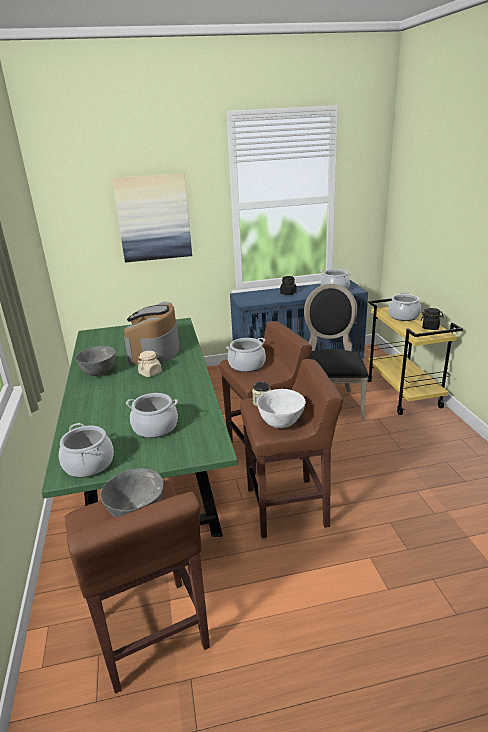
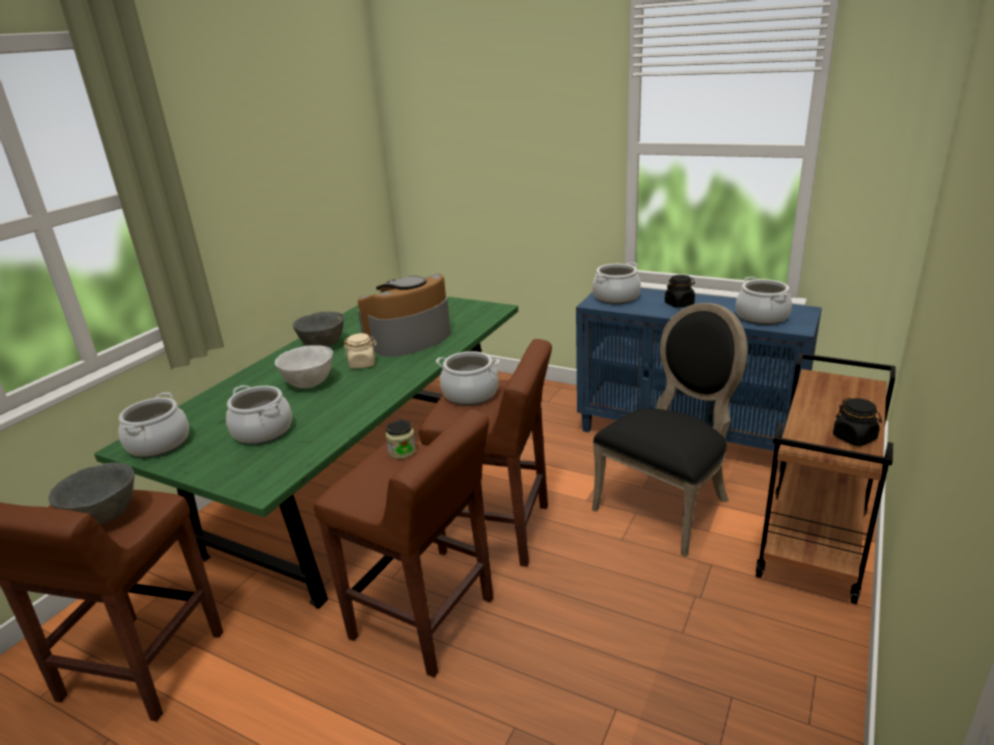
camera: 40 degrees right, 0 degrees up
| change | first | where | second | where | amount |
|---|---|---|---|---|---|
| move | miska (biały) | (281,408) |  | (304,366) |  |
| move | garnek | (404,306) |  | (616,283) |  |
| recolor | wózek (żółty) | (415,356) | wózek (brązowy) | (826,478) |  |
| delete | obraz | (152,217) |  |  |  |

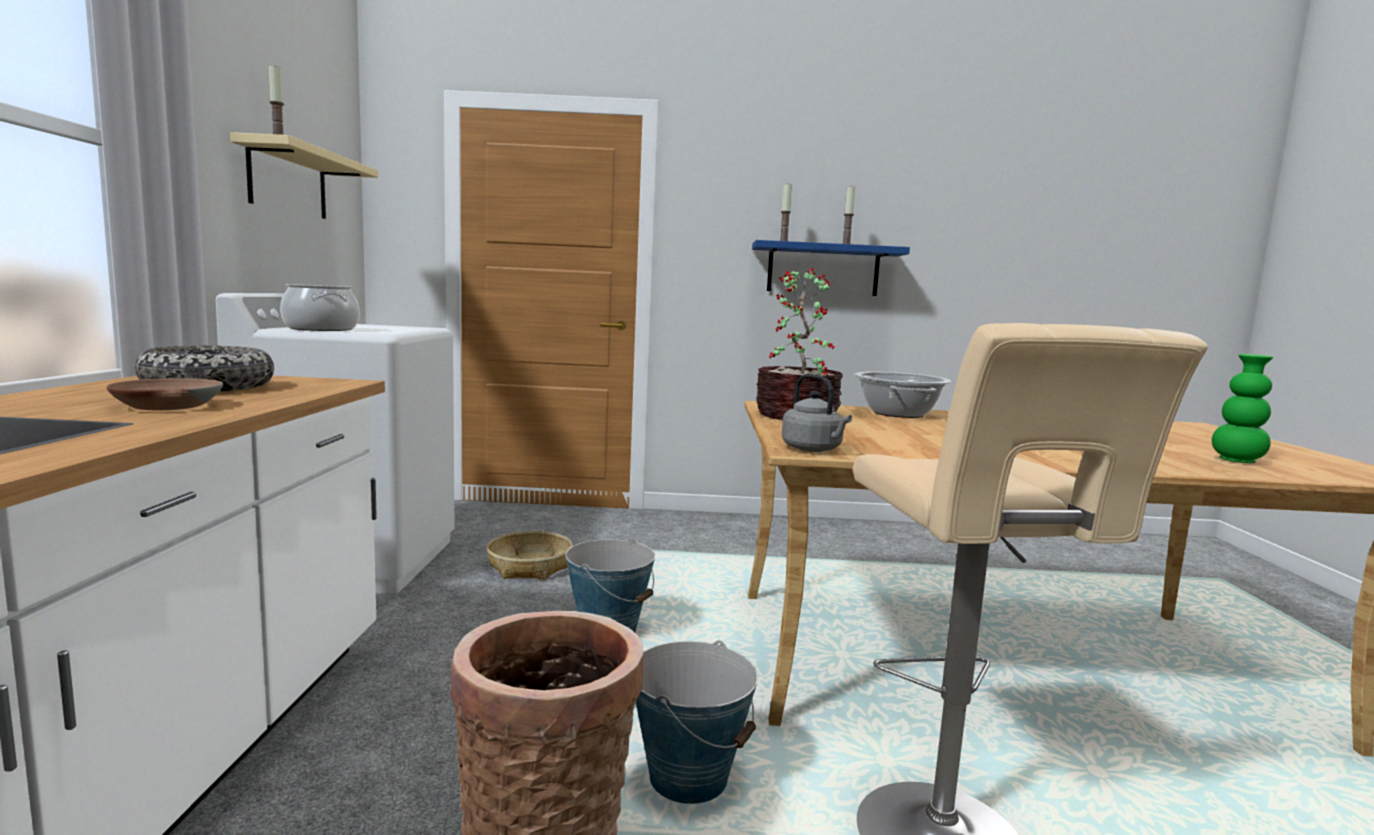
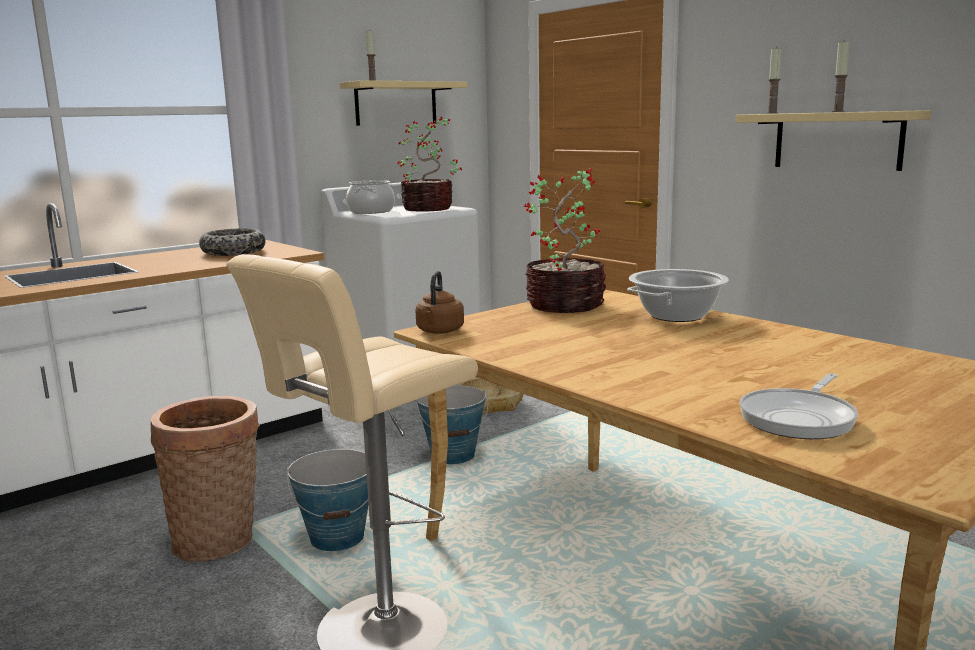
camera: 50 degrees right, 5 degrees up
| change | first | where | second | where | amount |
|---|---|---|---|---|---|
| insert |  |  | roślina doniczkowa | (430,164) |  |
| recolor | czajnik (szary) | (817,413) | czajnik (brązowy) | (439,302) |  |
| recolor | półka (niebieski) | (831,268) | półka (beżowy) | (833,140) |  |
| replace | wazon (zielony) | (1242,408) | patelnia | (798,406) |  |
| delete | miska (brązowy) | (164,394) |  |  |  |

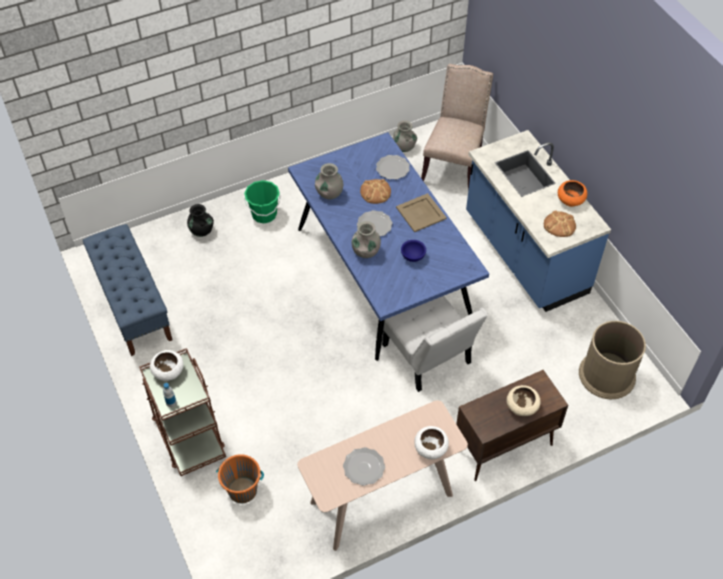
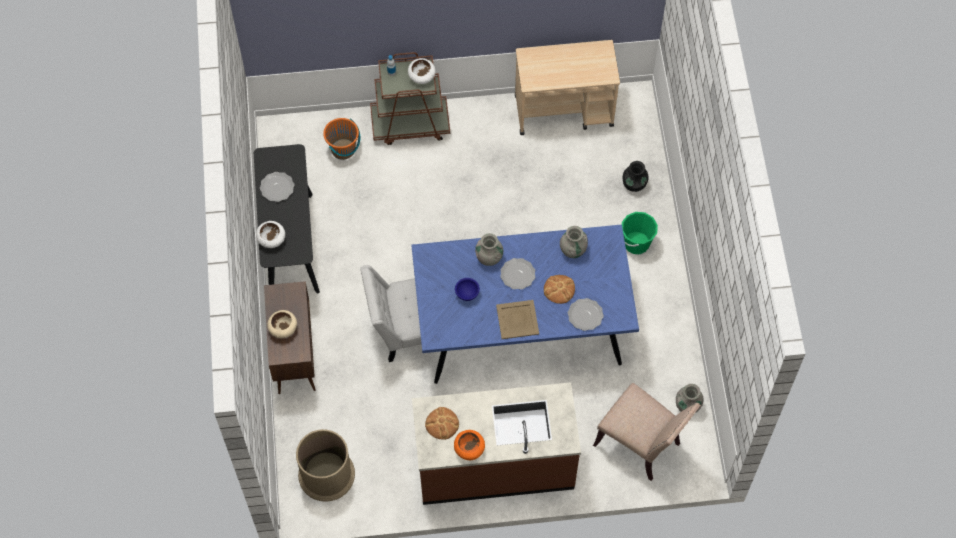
camera: 110 degrees right, 10 degrees up
| change | first | where | second | where | amount |
|---|---|---|---|---|---|
| recolor | stolik konsolowy (beżowy) | (382,475) | stolik konsolowy (czarny) | (287,219) |  |
| recolor | zabudowa kuchenna (niebieski) | (538,221) | zabudowa kuchenna (brązowy) | (496,443) |  |
| replace | ławka (niebieski) | (127,290) | wózek (beżowy) | (567,87) |  |

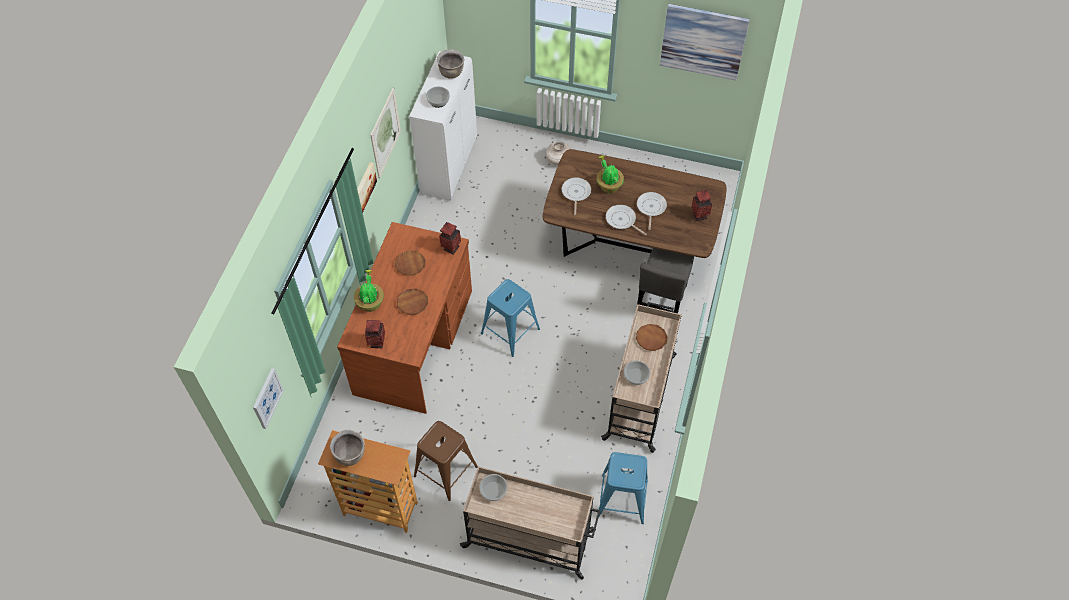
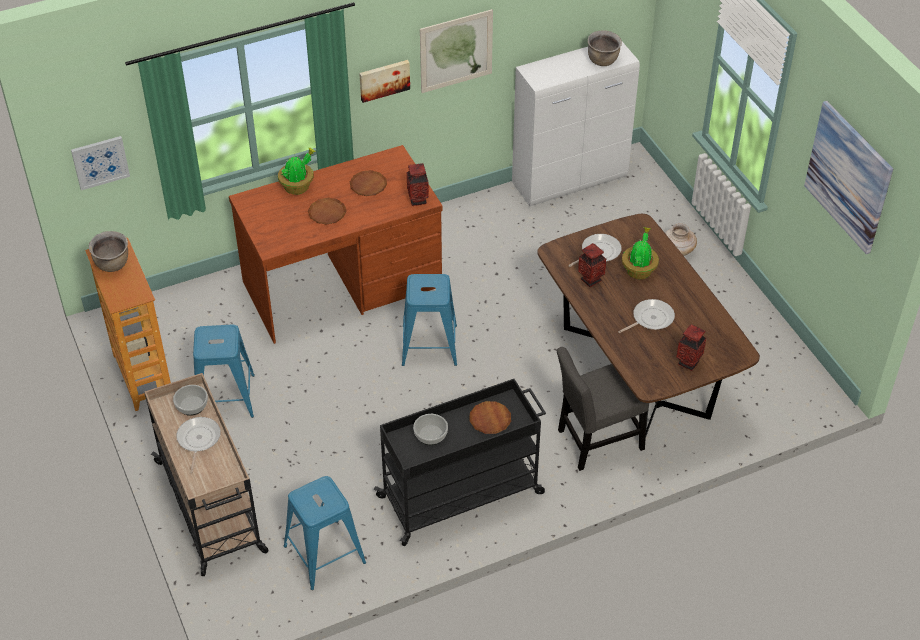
camera: 50 degrees right, 10 degrees down
| change | first | where | second | where | amount |
|---|---|---|---|---|---|
| move | patelnia | (626,220) |  | (198,445) |  |
| recolor | stołek (brązowy) | (446,461) | stołek (niebieski) | (224,371) |  |
| recolor | wózek (beżowy) | (641,377) | wózek (czarny) | (460,462) |  |
| move | wazon | (375,334) |  | (592,265) |  |
| delete | miska | (438,97) |  |  |  |

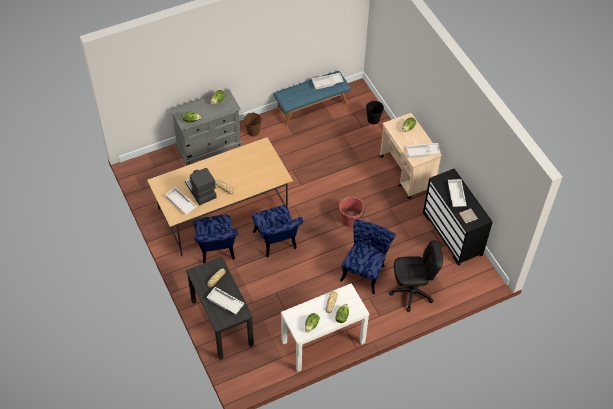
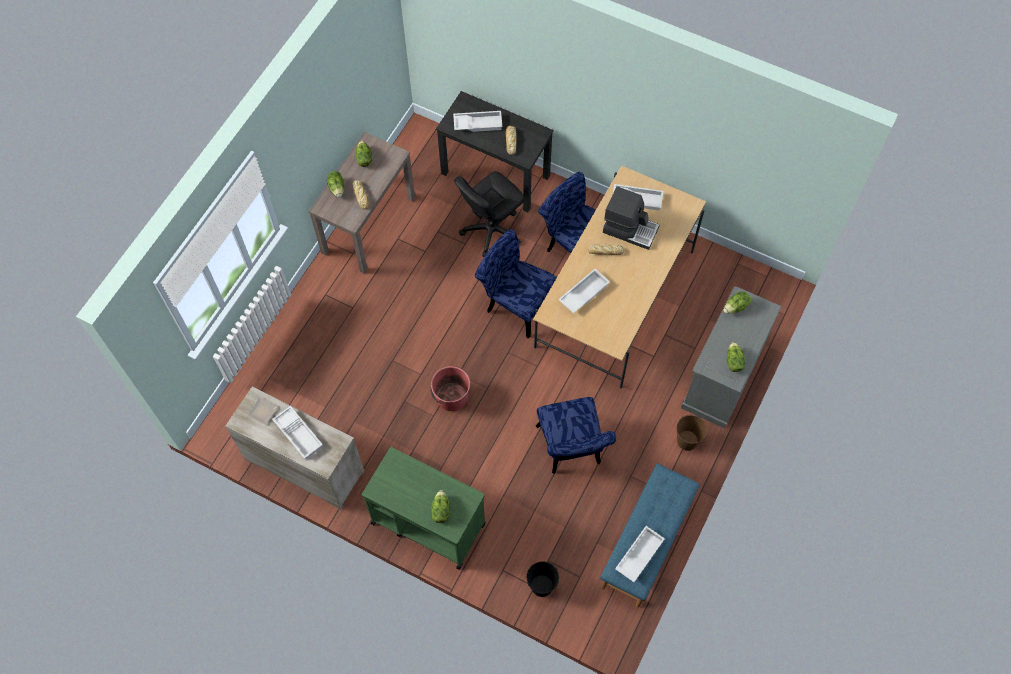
camera: 145 degrees right, 10 degrees up
| change | first | where | second | where | amount |
|---|---|---|---|---|---|
| recolor | komoda (czarny) | (458,217) | komoda (beżowy) | (295,448) |  |
| recolor | stolik konsolowy (biały) | (325,327) | stolik konsolowy (brązowy) | (362,203) |  |
| recolor | wózek (beżowy) | (410,156) | wózek (zielony) | (423,508) |  |
| move | krzesło biurowe (czarny) | (416,276) |  | (489,214) |  |
| move | krzesło (niebieski) | (368,257) |  | (576,435) |  |
| move | taca (biały) | (423,150) |  | (584,291) |  |

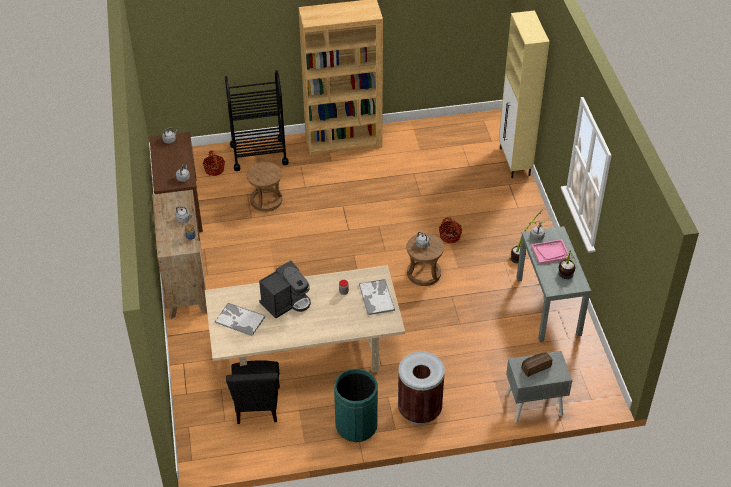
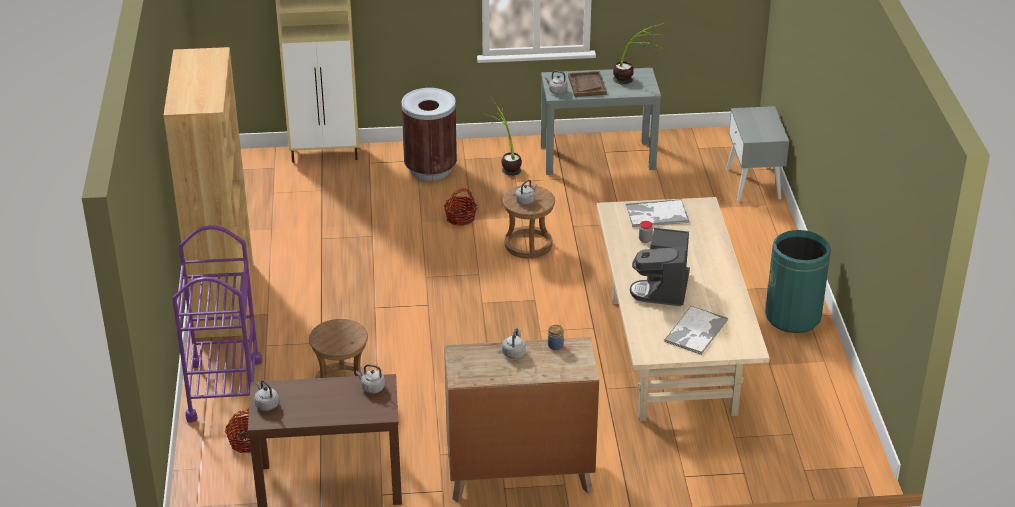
camera: 85 degrees left, 10 degrees down
| change | first | where | second | where | amount |
|---|---|---|---|---|---|
| recolor | wózek (czarny) | (257,120) | wózek (fioletowy) | (217,324) |  |
| move | kosz na śmieci (brązowy) | (421,388) |  | (429,134) |  |
| recolor | taca (różowy) | (550,252) | taca (brązowy) | (587,84) |  |
| rotate | ekspres do kawy | (285,289) |  | (660,267) | 135 degrees counterclockwise |
| delete | krzesło (czarny) | (253,392) |  |  |  |
| delete | chleb | (536,364) |  |  |  |

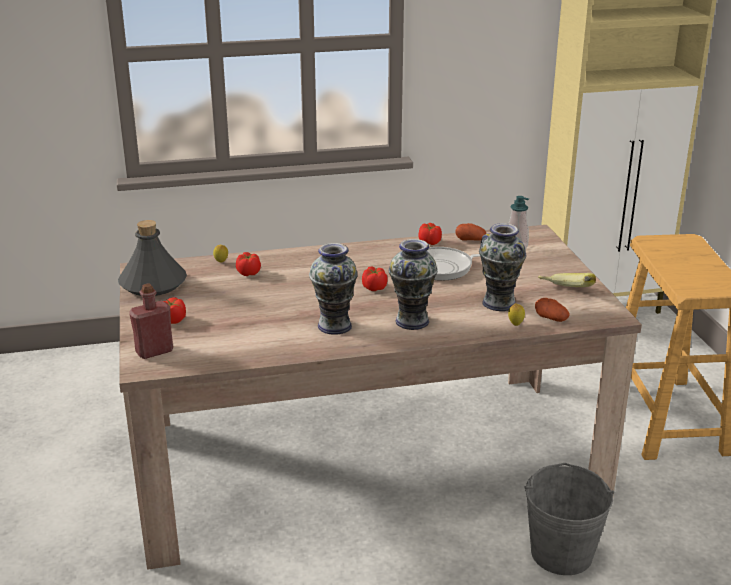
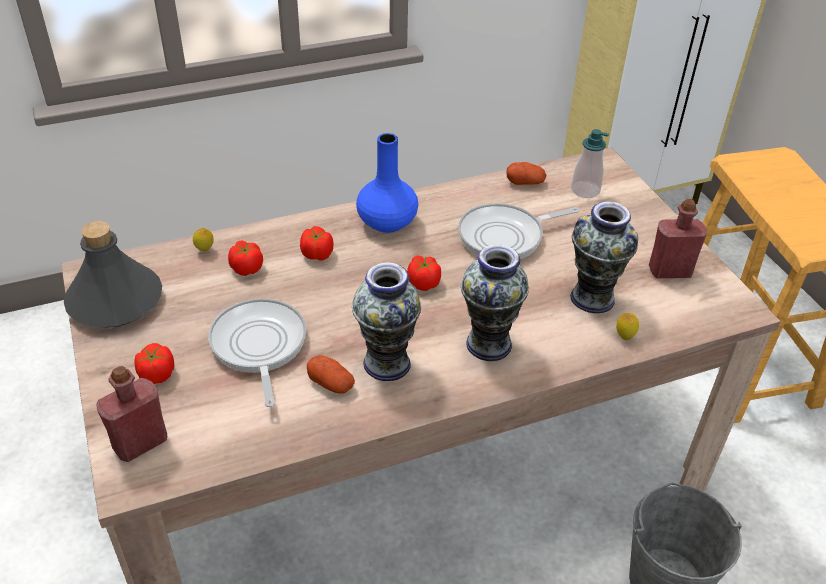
camera: 10 degrees left, 15 degrees up
| change | first | where | second | where | amount |
|---|---|---|---|---|---|
| insert |  |  | patelnia | (257,352) |  |
| move | pomidor | (430,234) |  | (316,243) |  |
| move | ziemniak | (552,310) |  | (331,374) |  |
| insert |  |  | wazon (niebieski) | (387,183) |  |
| replace | banan | (567,280) | butelka (czerwony) | (678,238) |  |

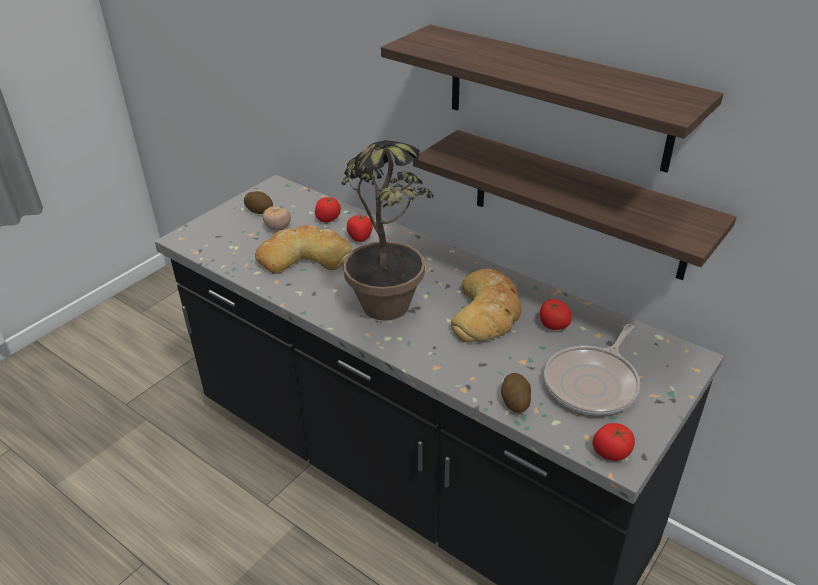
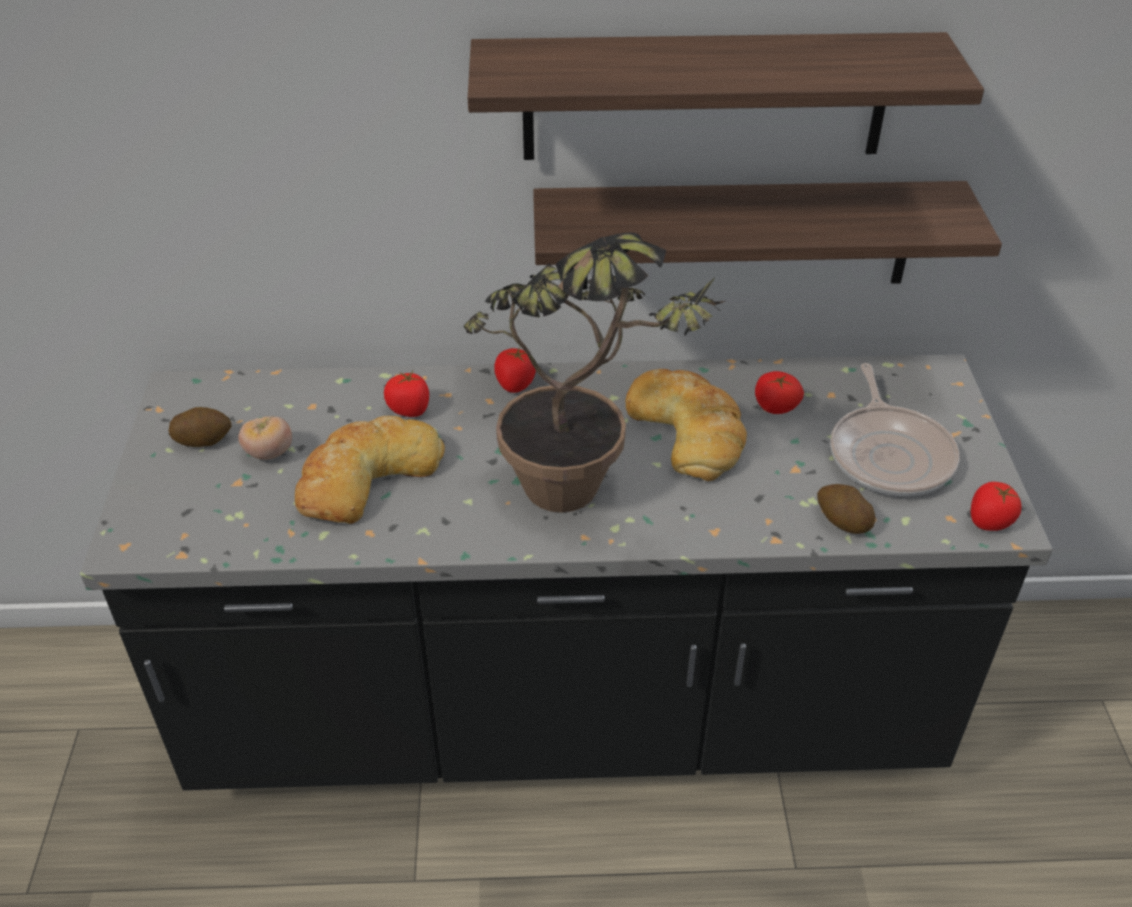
camera: 40 degrees left, 5 degrees up
| change | first | where | second | where | amount |
|---|---|---|---|---|---|
| move | pomidor | (328,209) |  | (515,370) |  |

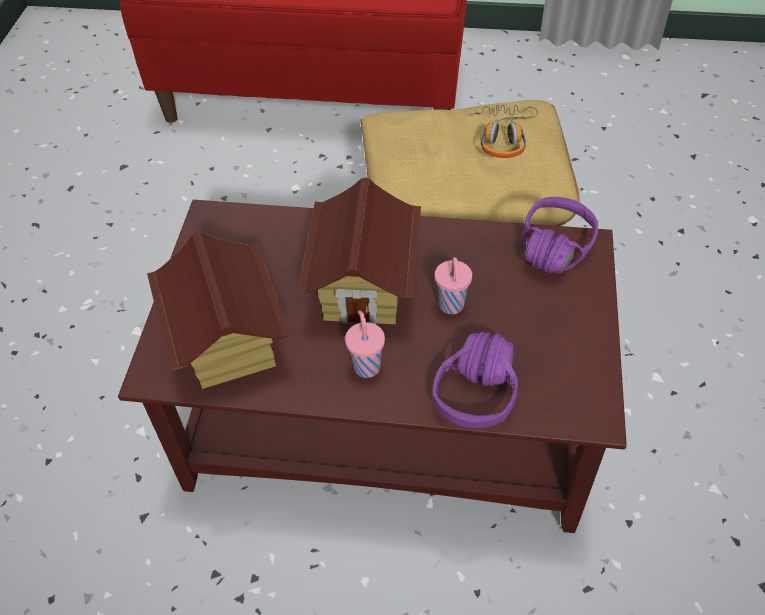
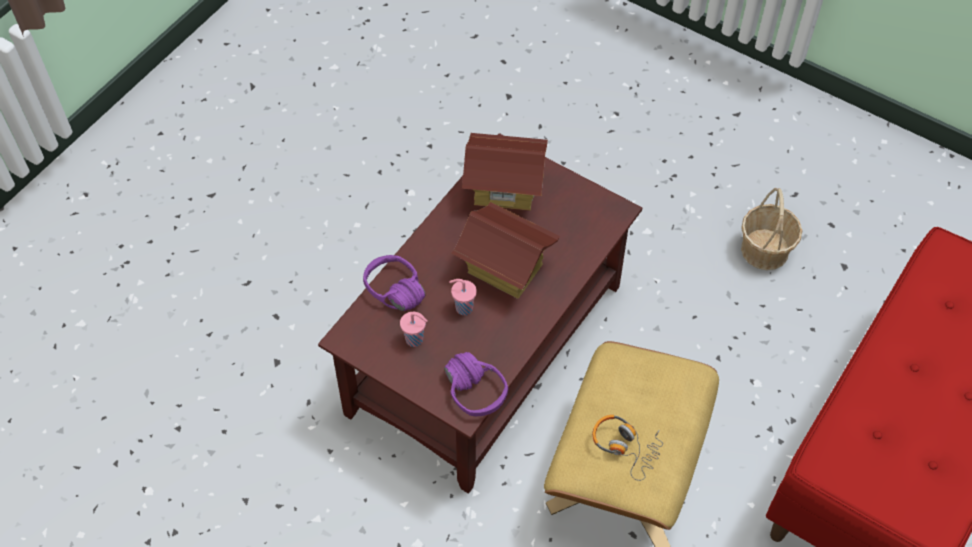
camera: 115 degrees right, 5 degrees up
| change | first | where | second | where | amount |
|---|---|---|---|---|---|
| move | filiżanka (różowy) | (365,344) |  | (414,329) |  |
| insert |  |  | koszyk | (771,229) |  |

